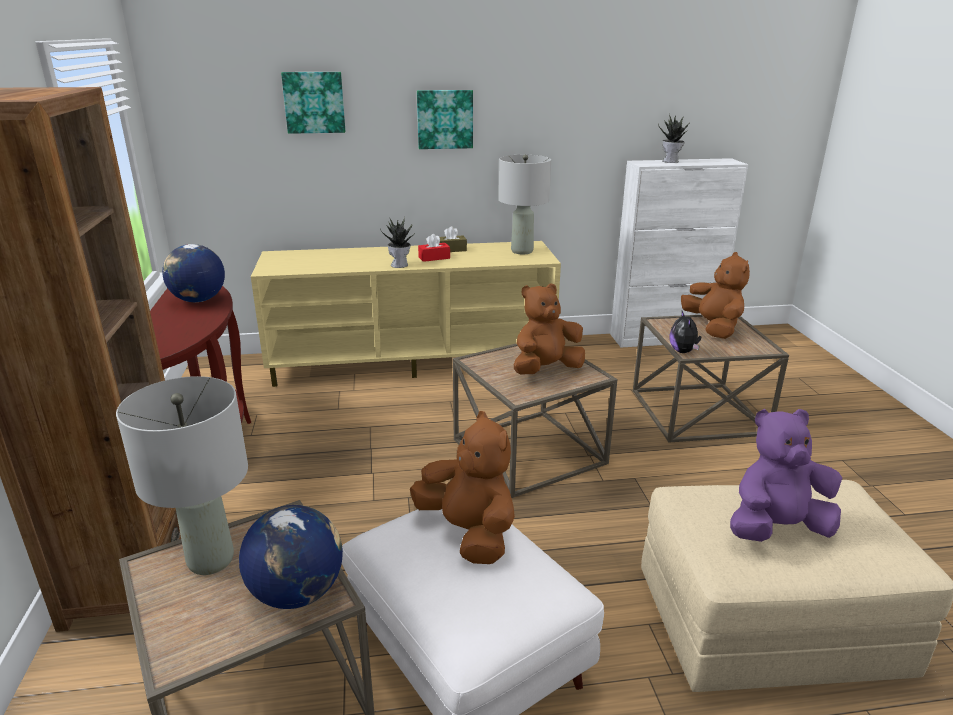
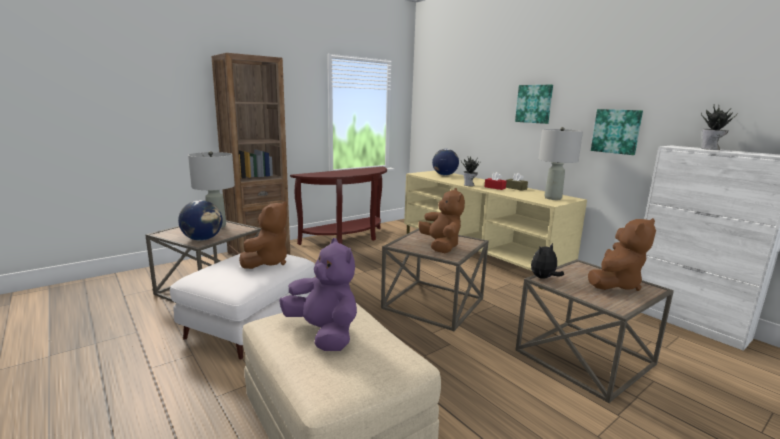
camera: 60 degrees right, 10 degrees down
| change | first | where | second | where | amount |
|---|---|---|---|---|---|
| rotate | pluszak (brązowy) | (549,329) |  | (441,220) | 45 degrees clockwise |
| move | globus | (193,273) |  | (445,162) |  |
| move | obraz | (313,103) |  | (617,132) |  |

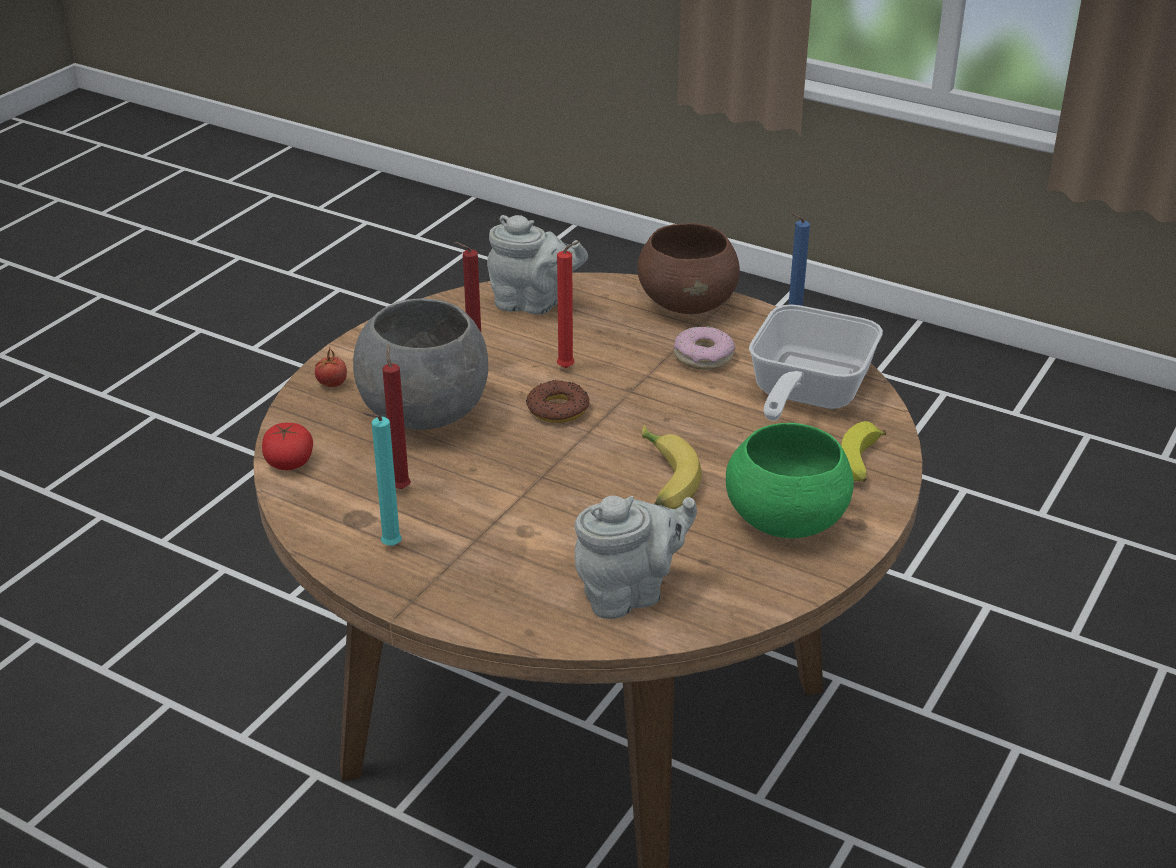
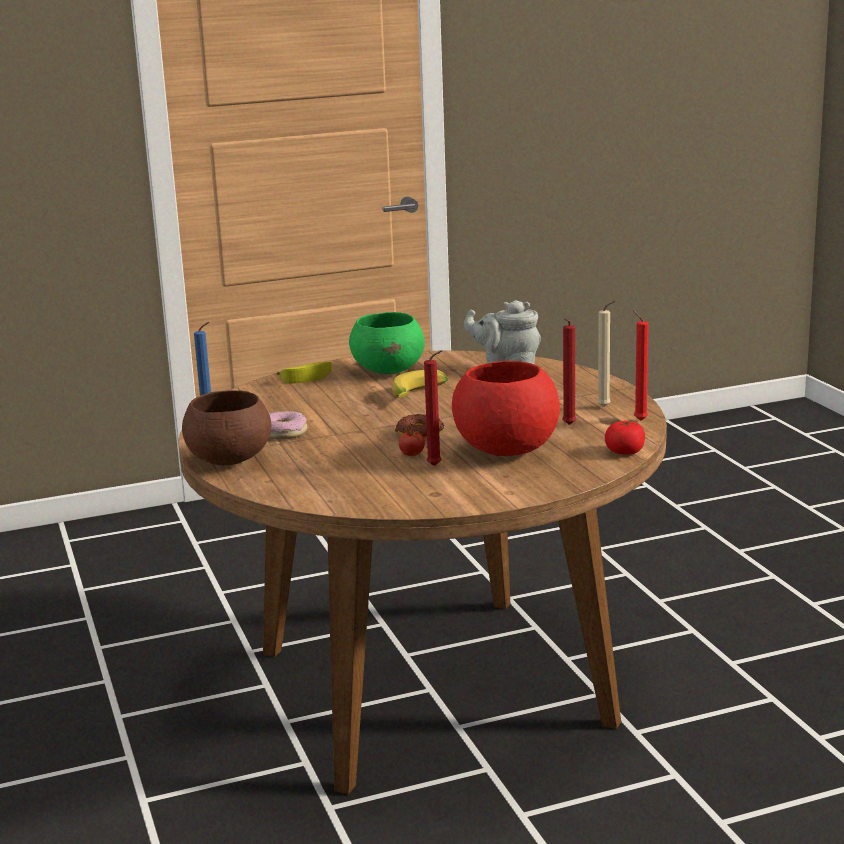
camera: 140 degrees left, 15 degrees down
| change | first | where | second | where | amount |
|---|---|---|---|---|---|
| move | pomidor | (331,367) |  | (412,440) |  |
| recolor | miska (szary) | (420,364) | miska (czerwony) | (506,408) |  |
| recolor | świeca (turkusowy) | (383,479) | świeca (beżowy) | (606,353) |  |
| move | świeca (czerwony) | (569,304) |  | (641,365) |  |
| delete | imbryk (szary) | (537,264) |  |  |  |
| delete | patelnia | (816,362) |  |  |  |

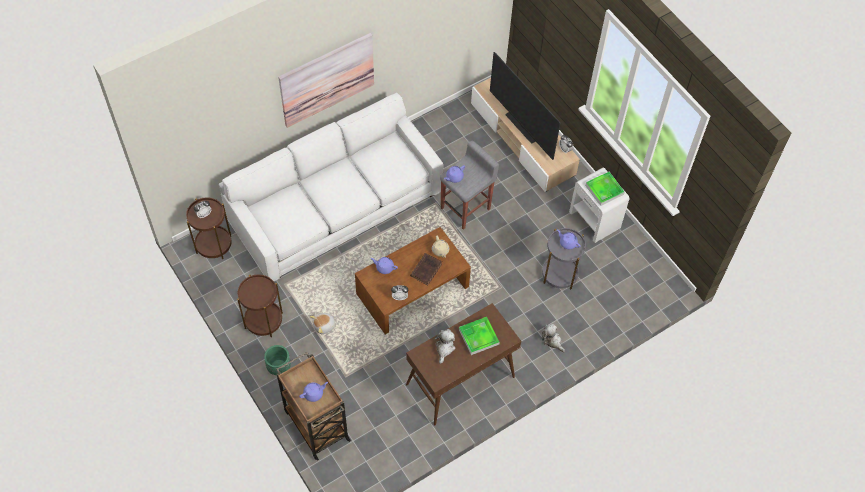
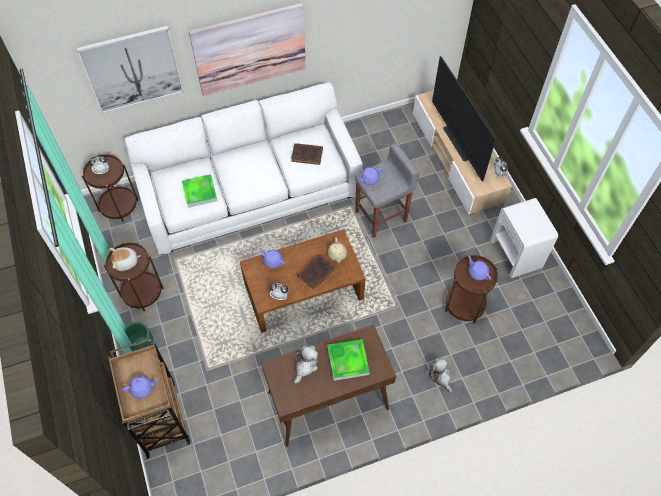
camera: 15 degrees right, 0 degrees up
| change | first | where | second | where | amount |
|---|---|---|---|---|---|
| insert |  |  | obraz | (130,70) |  |
| move | pluszak | (323,323) |  | (125,259) |  |
| move | taca | (605,189) |  | (200,191) |  |
| insert |  |  | książka (brązowy) | (307,154) |  |
| recolor | stolik (szary) | (564,258) | stolik (brązowy) | (471,289) |  |

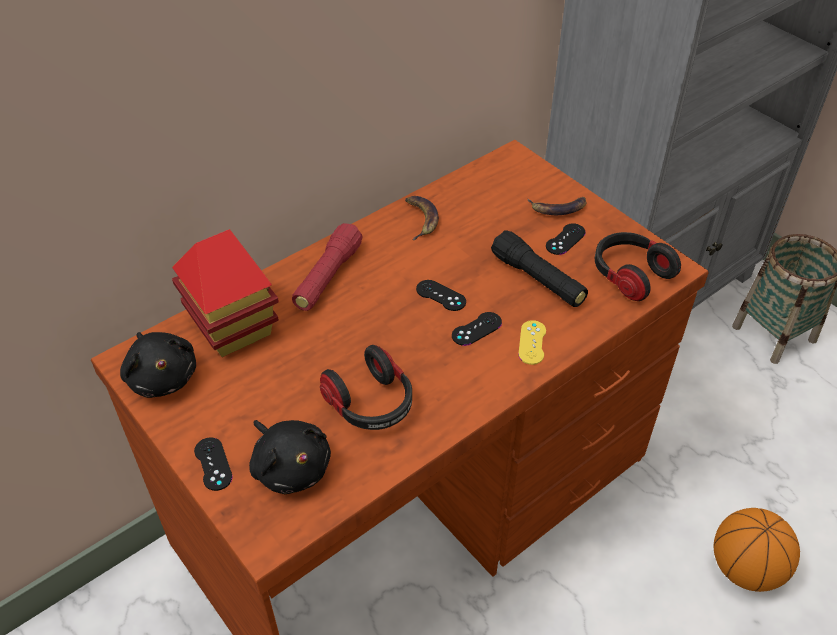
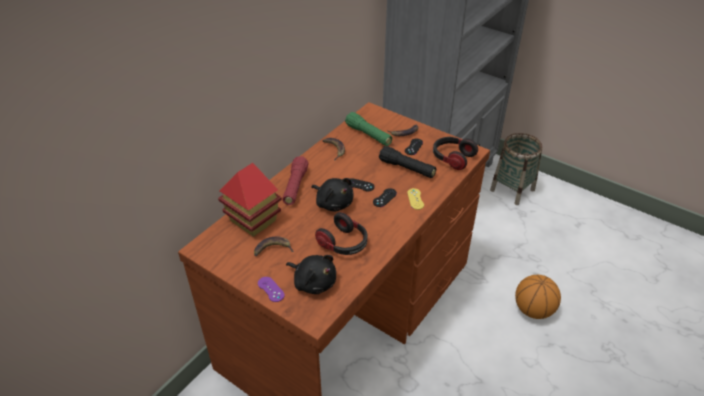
camera: 15 degrees left, 5 degrees down
| change | first | where | second | where | amount |
|---|---|---|---|---|---|
| insert |  |  | banan | (274,246) |  |
| recolor | pad do gier (czarny) | (213,464) | pad do gier (fioletowy) | (271,289) |  |
| move | pluszak (czarny) | (158,365) |  | (332,195) |  |
| insert |  |  | latarka (zielony) | (368,129) |  |

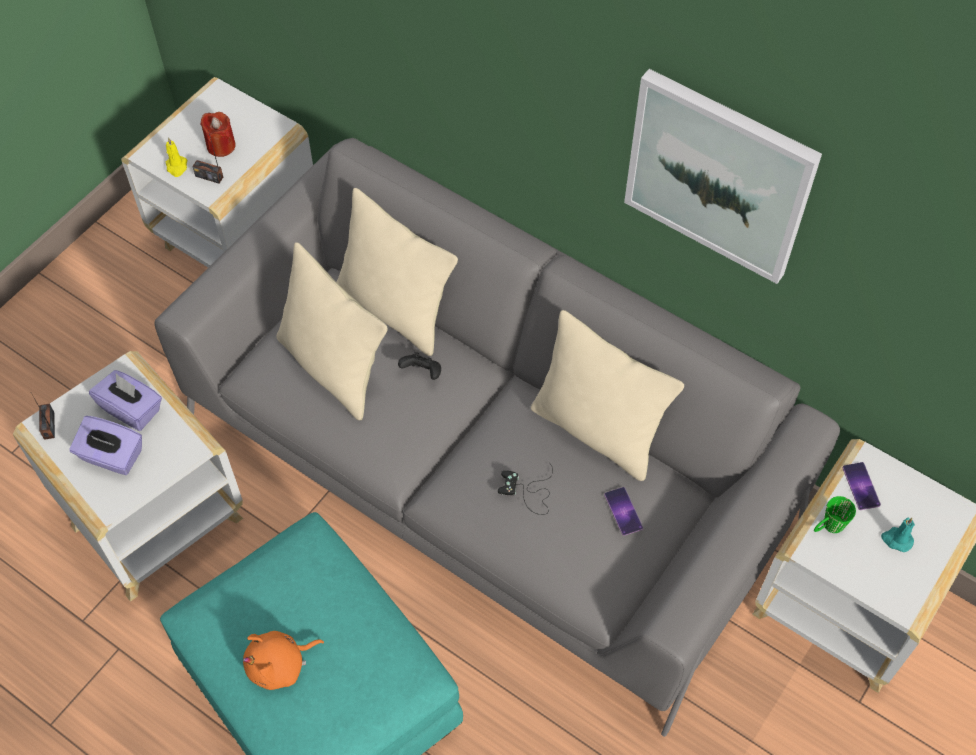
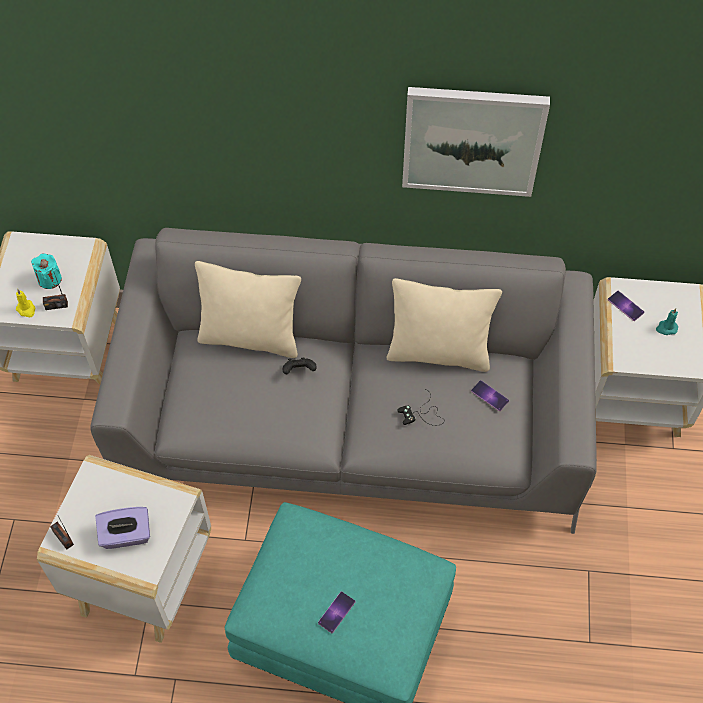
camera: 30 degrees left, 0 degrees up
| change | first | where | second | where | amount |
|---|---|---|---|---|---|
| recolor | świeca (czerwony) | (218,134) | świeca (turkusowy) | (46,271) |  |
| replace | pluszak (pomarańczowy) | (283,660) | telefon | (336,612) |  |
| delete | pudełko chusteczek (fioletowy) | (125,400) |  |  |  |
| delete | poduszka (beżowy) | (332,331) |  |  |  |
| delete | kubek (zielony) | (835,514) |  |  |  |

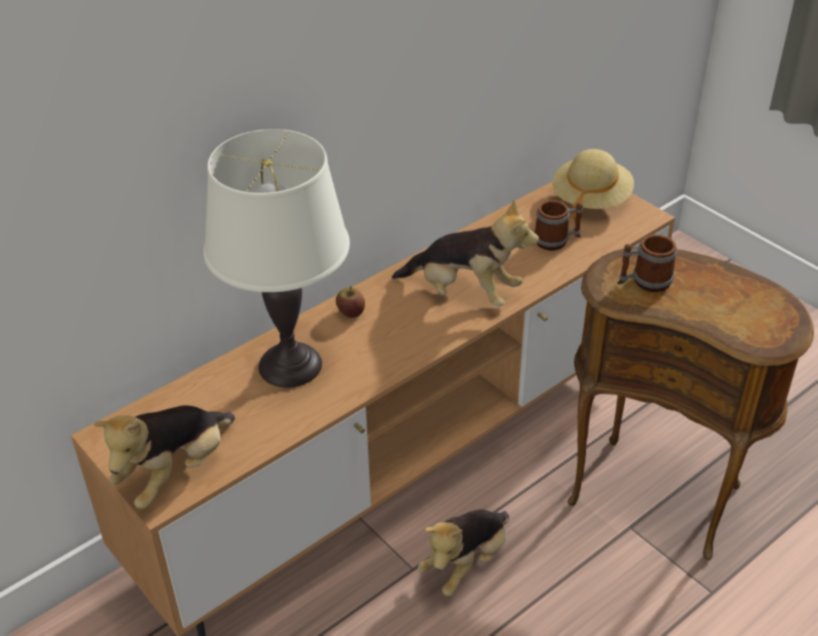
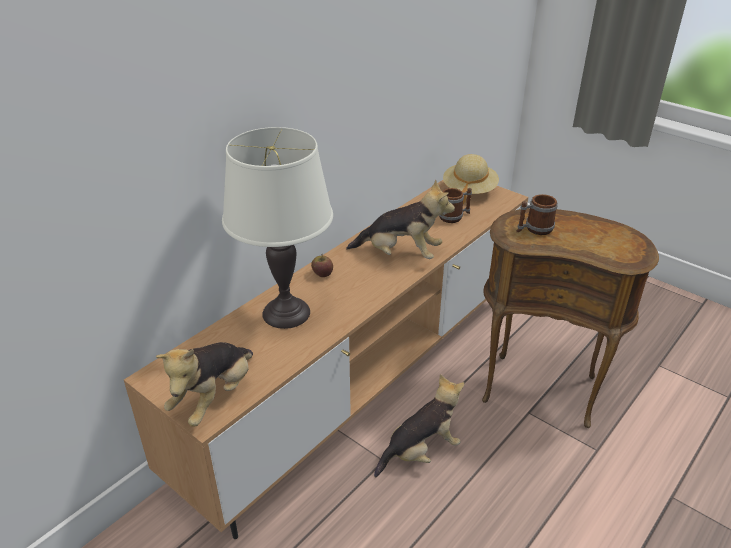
camera: 10 degrees left, 5 degrees down
| change | first | where | second | where | amount |
|---|---|---|---|---|---|
| rotate | pluszak | (463,552) |  | (419,425) | 150 degrees counterclockwise |

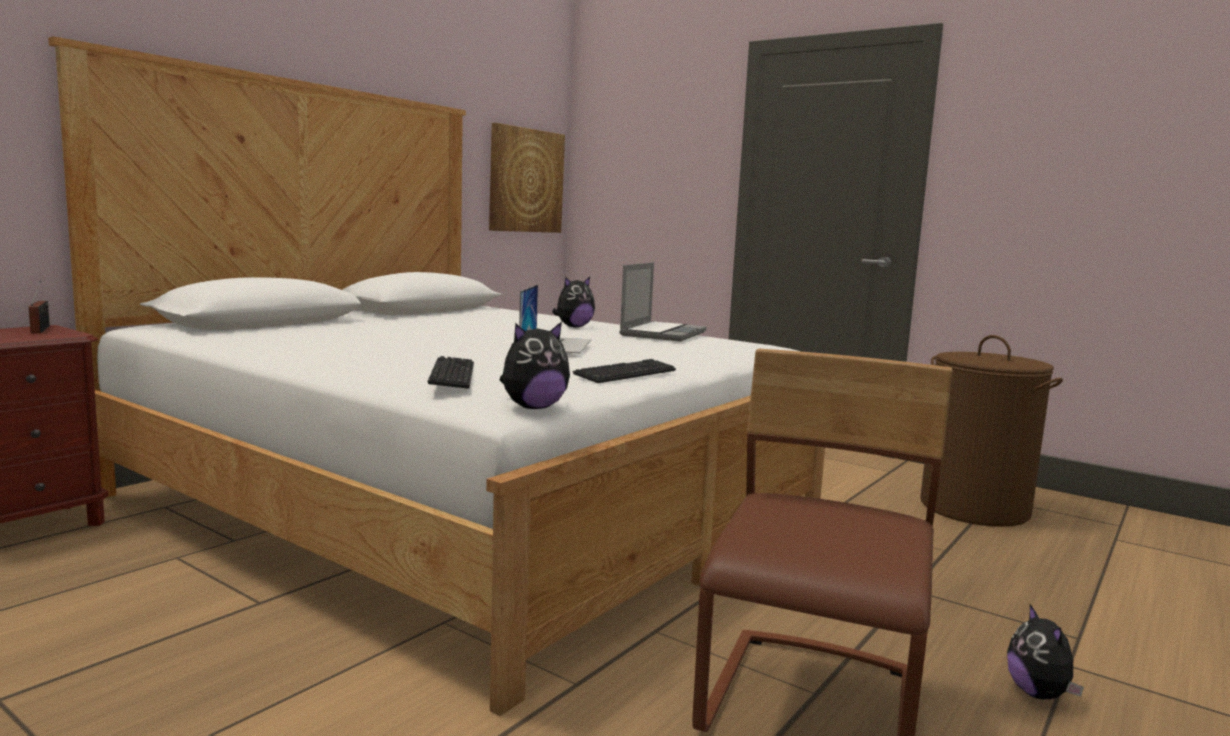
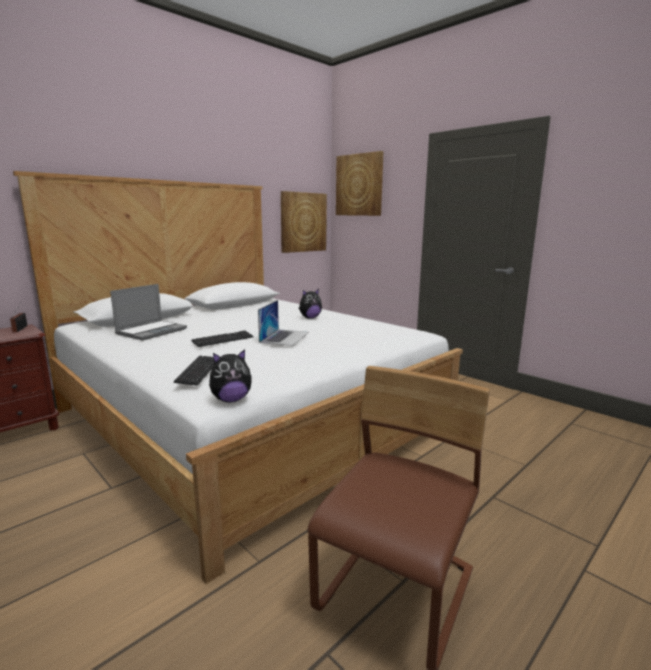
camera: 10 degrees right, 5 degrees up
| change | first | where | second | where | amount |
|---|---|---|---|---|---|
| move | laptop | (663,302) |  | (148,312) |  |
| move | klawiatura | (624,371) |  | (222,338) |  |
| insert |  |  | obraz | (360,183) |  |
| delete | kosz na pranie (brązowy) | (991,431) |  |  |  |
| delete | pluszak | (1045,651) |  |  |  |

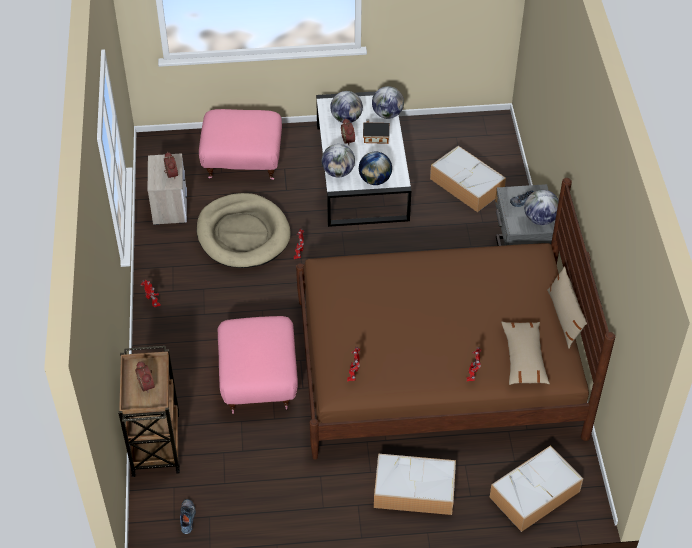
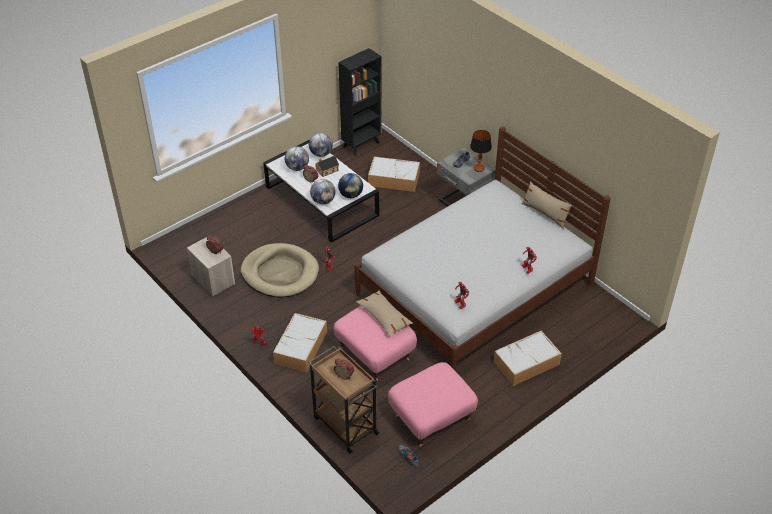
camera: 35 degrees left, 5 degrees down
| change | first | where | second | where | amount |
|---|---|---|---|---|---|
| move | pojemnik do przechowywania | (536,488) |  | (300,342) |  |
| insert |  |  | regał (czarny) | (360,102) |  |
| recolor | łóżko (brązowy) | (455,319) | łóżko (biały) | (482,248) |  |
| move | poduszka (beżowy) | (525,353) |  | (384,313) |  |
| move | pufa (różowy) | (240,144) |  | (433,404) |  |
| replace | globus | (541,207) | lampa stołowa | (481,151) |  |

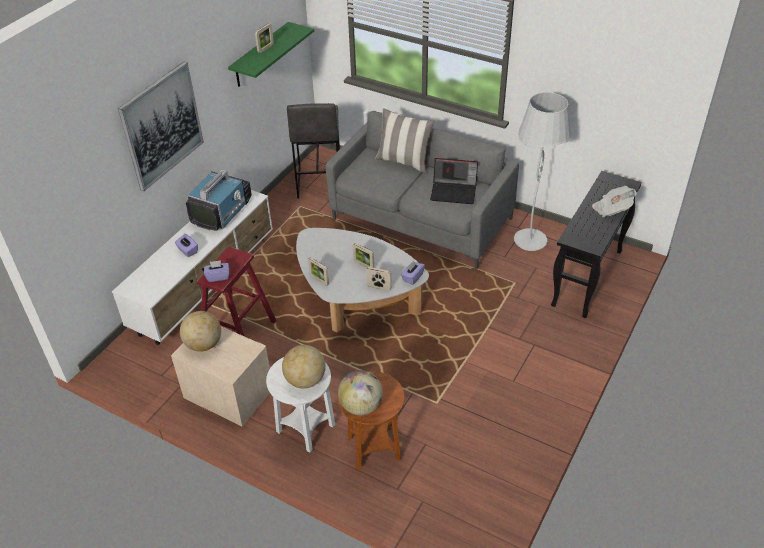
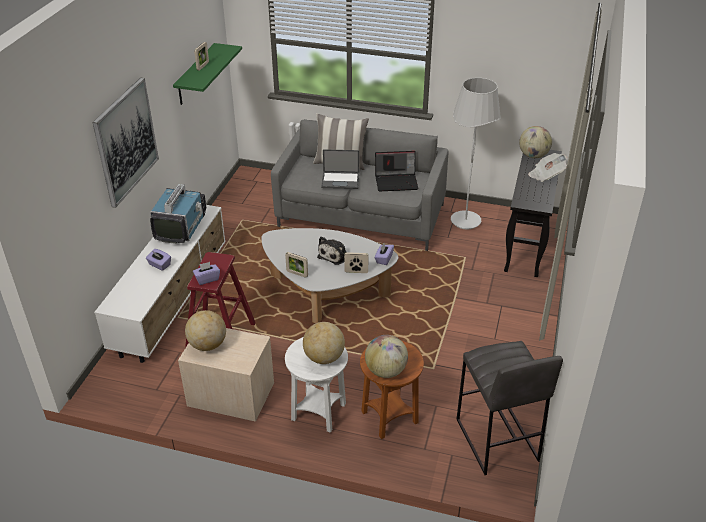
camera: 15 degrees left, 5 degrees down
| change | first | where | second | where | amount |
|---|---|---|---|---|---|
| replace | ramka na zdjęcie | (363,255) | pluszak | (332,250) |  |
| insert |  |  | laptop | (340,169) |  |
| move | stołek (szary) | (313,151) |  | (509,408) |  |
| insert |  |  | globus | (535,142) |  |

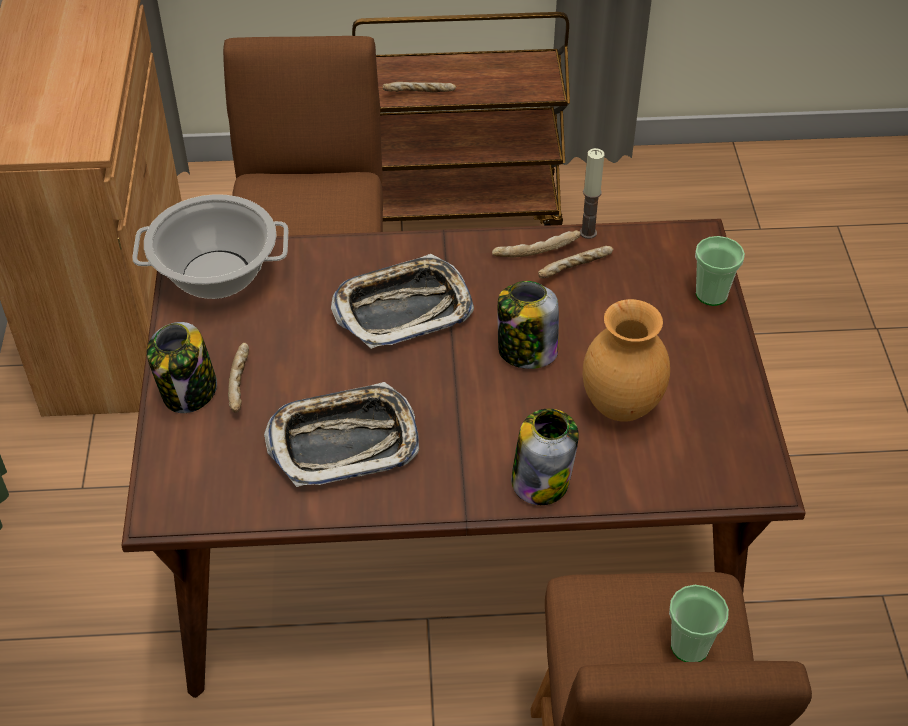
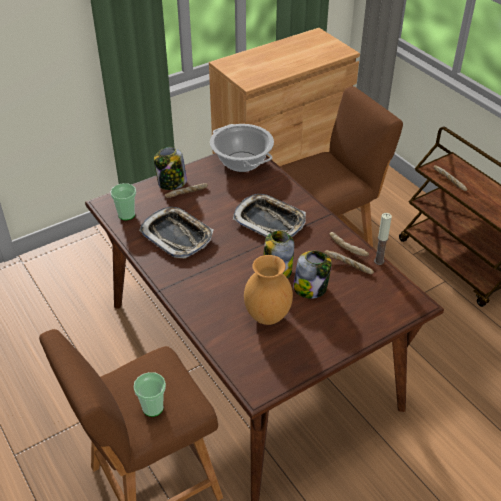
camera: 60 degrees right, 5 degrees down
| change | first | where | second | where | amount |
|---|---|---|---|---|---|
| move | filiżanka | (720,271) |  | (123,201) |  |
| move | słoik | (545,457) |  | (312,275) |  |

